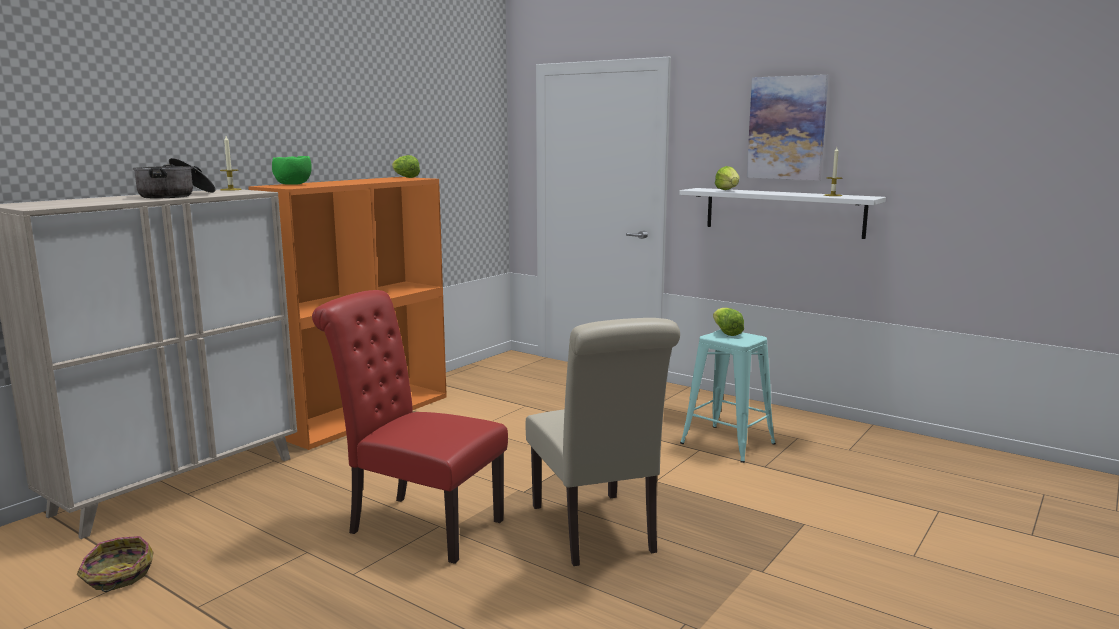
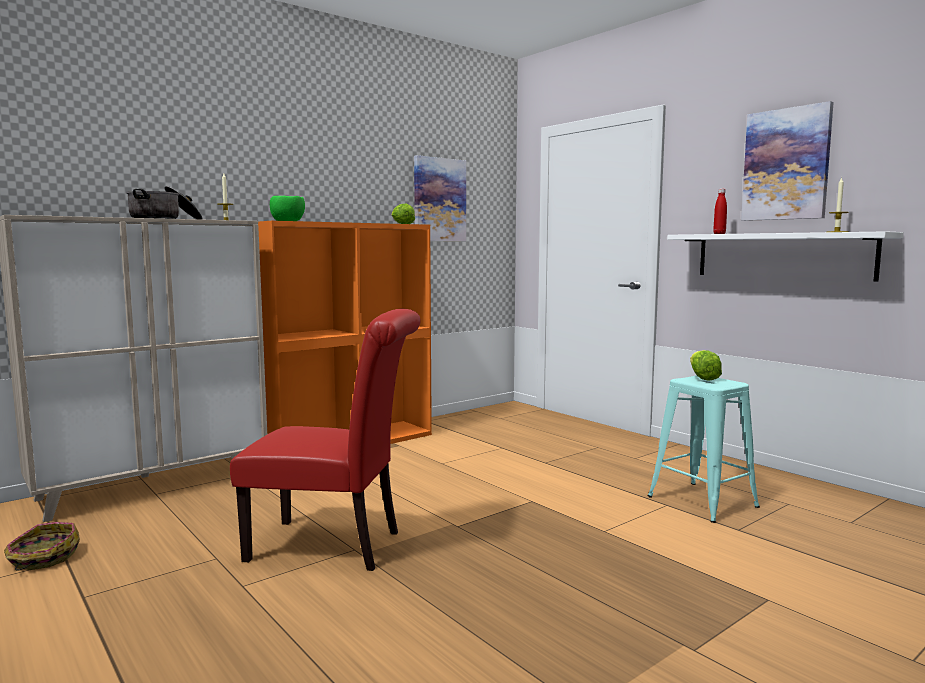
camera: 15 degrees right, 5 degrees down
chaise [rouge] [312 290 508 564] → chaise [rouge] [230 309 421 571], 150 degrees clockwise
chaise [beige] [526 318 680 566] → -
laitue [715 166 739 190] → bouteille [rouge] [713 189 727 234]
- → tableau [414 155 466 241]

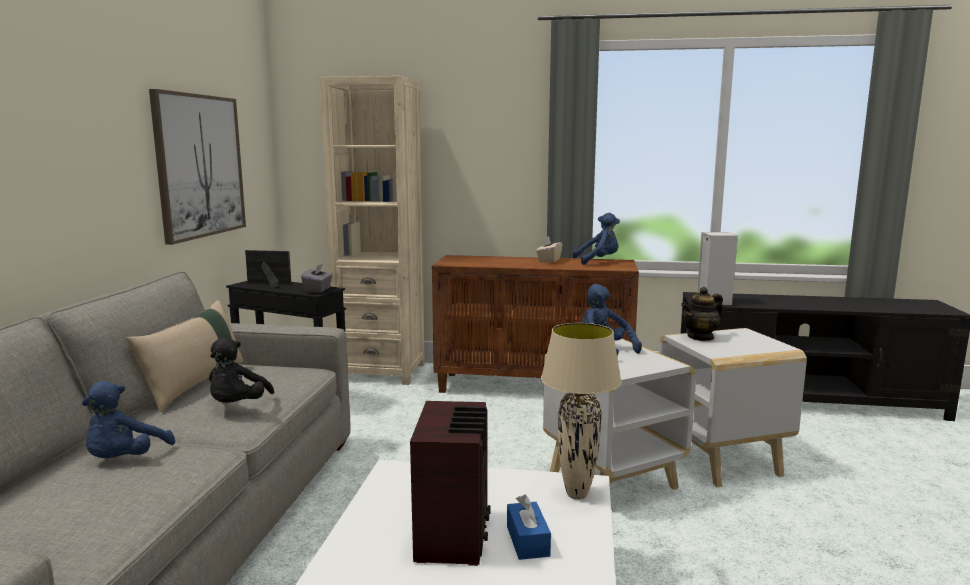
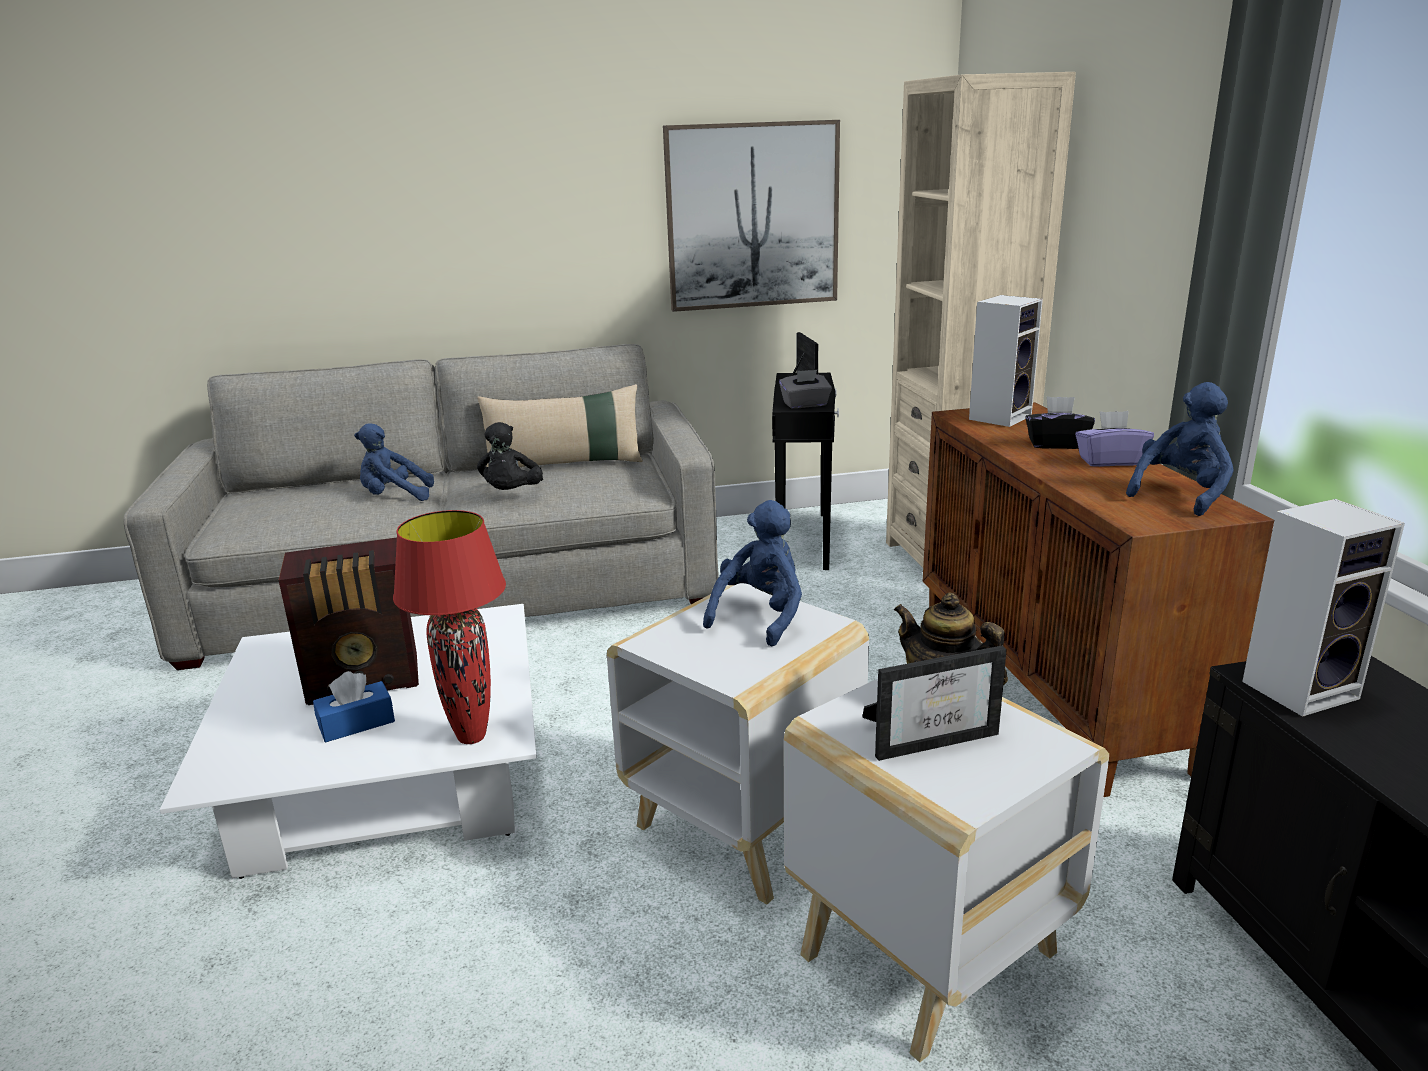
camera: 70 degrees right, 10 degrees up
peluche [noir] [209 338 274 403] → peluche [noir] [477 422 543 490], 75 degrees counterclockwise
boîte à mouchoirs [beige] [536 236 563 263] → boîte à mouchoirs [violet] [1075 411 1154 467]
lampe de table [beige] [541 323 622 499] → lampe de table [rouge] [393 510 506 744]
peluche [bleu] [572 213 620 265] → peluche [bleu] [1126 382 1234 516], 105 degrees counterclockwise
- → cadre photo [862 646 1007 761]
- → enceinte [969 295 1043 427]
- → boîte à mouchoirs [noir] [1025 396 1095 449]

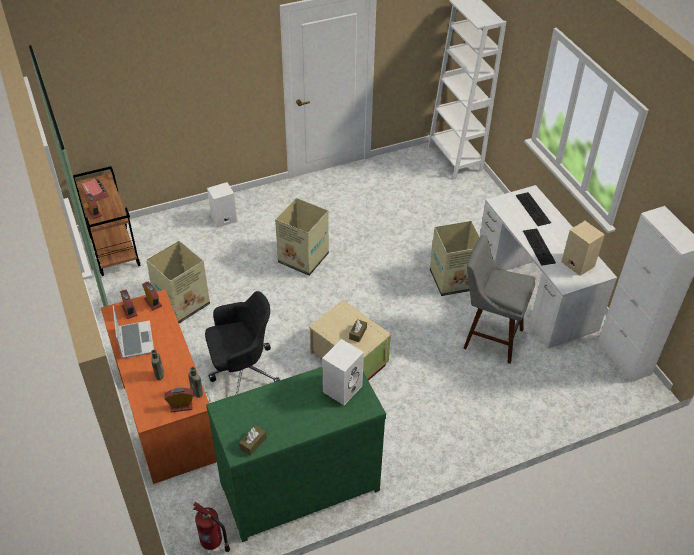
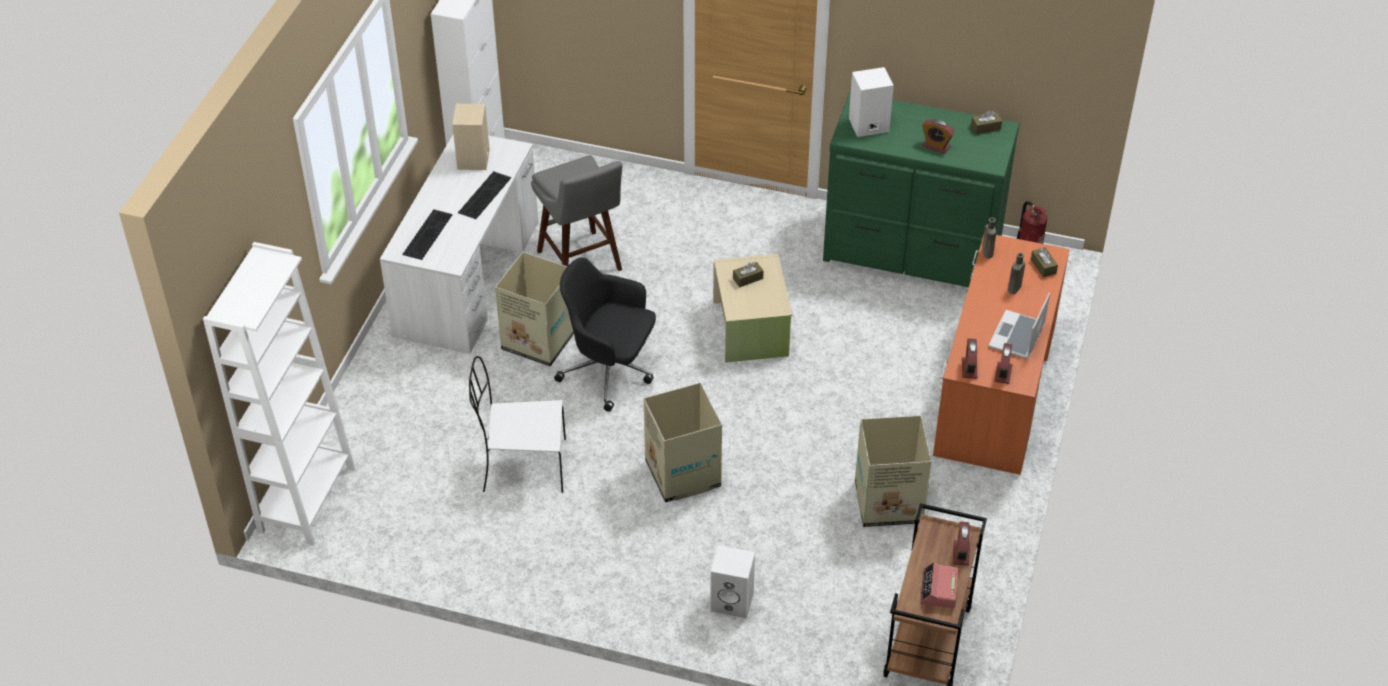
camera: 140 degrees left, 0 degrees up
réveil [164 388 194 412] → réveil [922 119 955 154], move
chaise de bureau [noir] [205 291 280 395] → chaise de bureau [noir] [554 257 656 412], move
- → chaise [blanc] [469 356 566 493]
- → boîte à mouchoirs [marron] [1031 247 1058 277]

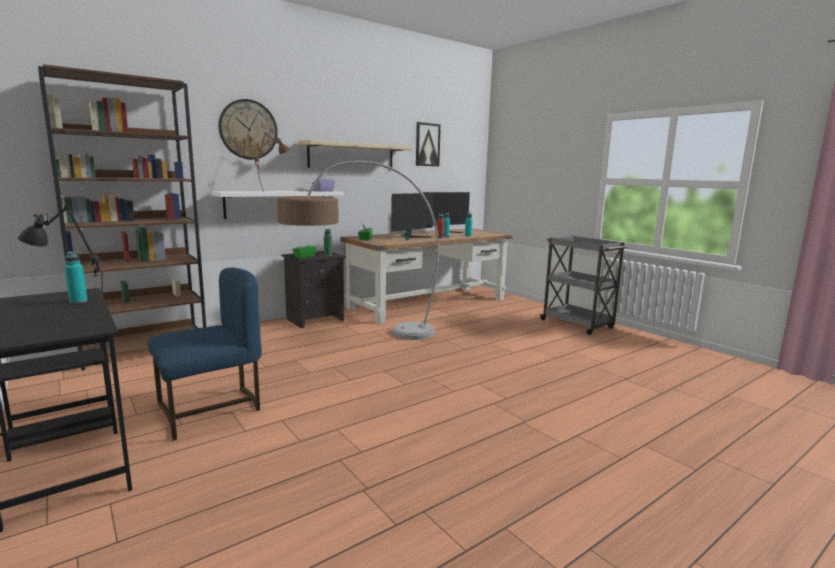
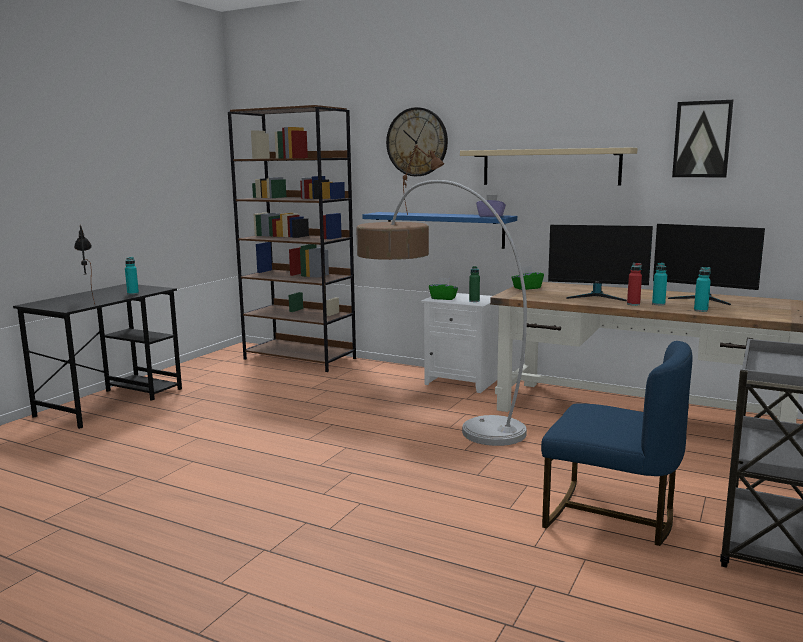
camera: 65 degrees right, 0 degrees up
chaise [bleu] [148 268 262 441] → chaise [bleu] [541 341 693 546], move
étagère [blanc] [211 191 344 219] → étagère [bleu] [362 212 517 249]
table de chevet [noir] [281 251 346 328] → table de chevet [blanc] [421 293 499 393]

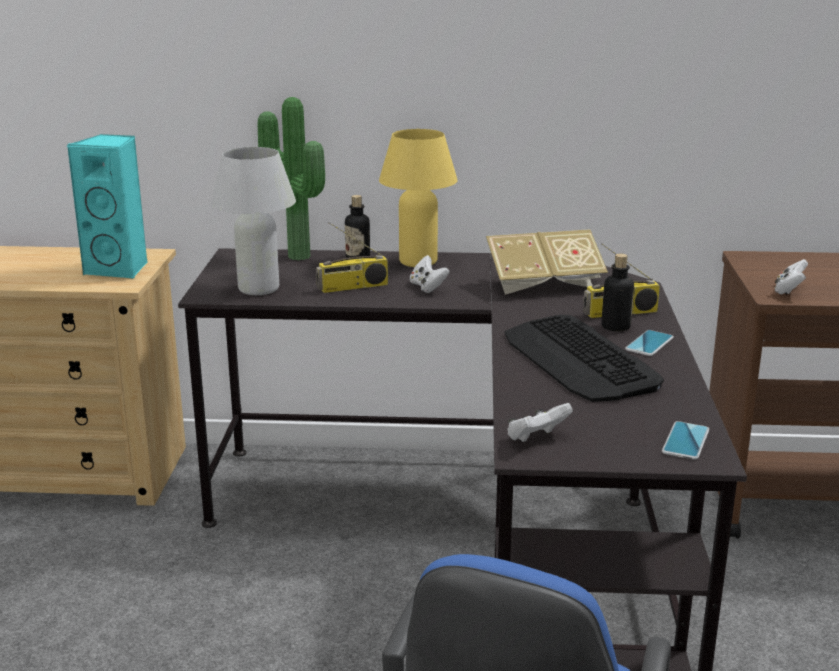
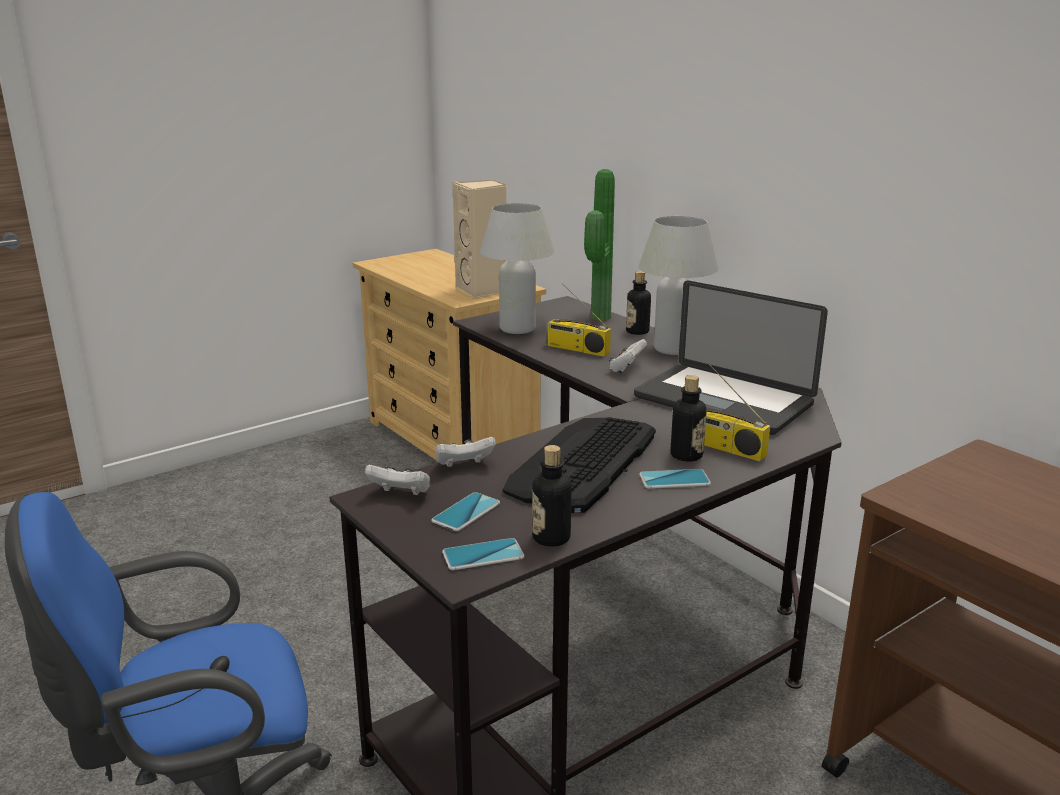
camera: 50 degrees right, 0 degrees up
enceinte [turquoise] [67 134 148 279] → enceinte [beige] [452 180 506 299]
lampe de table [jaune] [379 129 458 267] → lampe de table [blanc] [638 216 718 355]
livre [486 229 608 295] → ordinateur portable [634 281 828 435]
manette [blanc] [775 259 808 295] → manette [blanc] [435 437 496 467], move
- → téléphone [431 492 500 531]
- → bouteille [532 445 572 547]

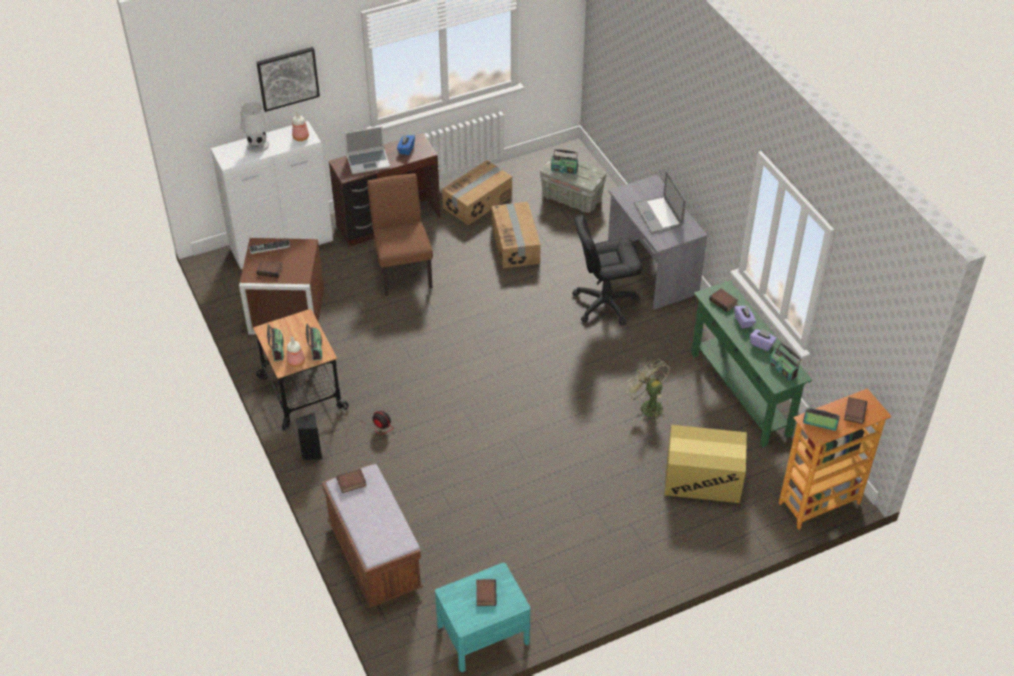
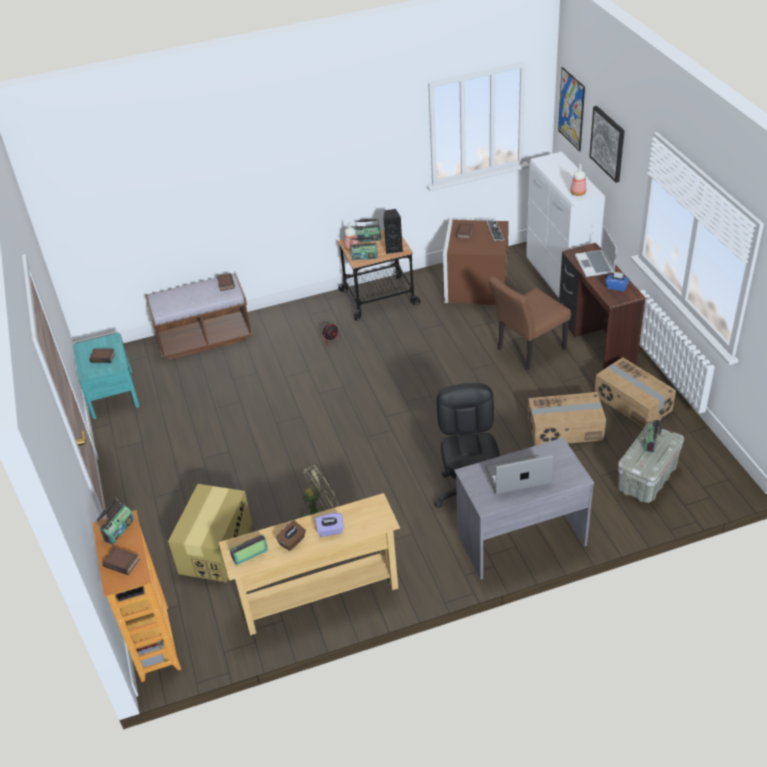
camera: 100 degrees right, 5 degrees down
lampe de table [blanc] [241 102 269 153] → -
enceinte [noir] [296 412 322 460] → enceinte [noir] [383 209 403 254], move
chaise [marron] [367 173 433 296] → chaise [marron] [489 276 571 371], 150 degrees clockwise
table console [vert] [691 280 812 447] → table console [beige] [219 493 400 635]
livre [709 289 738 312] → -
boîte à mouchoirs [violet] [750 328 777 351] → boîte à mouchoirs [marron] [276 521 306 551]
- → tableau [558 67 585 152]

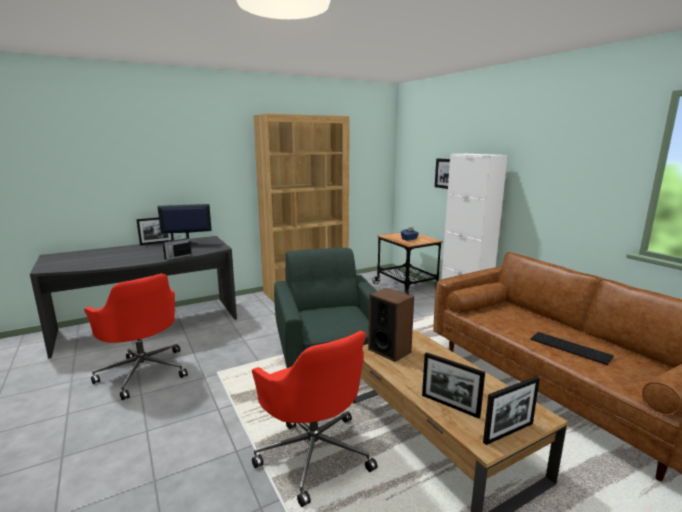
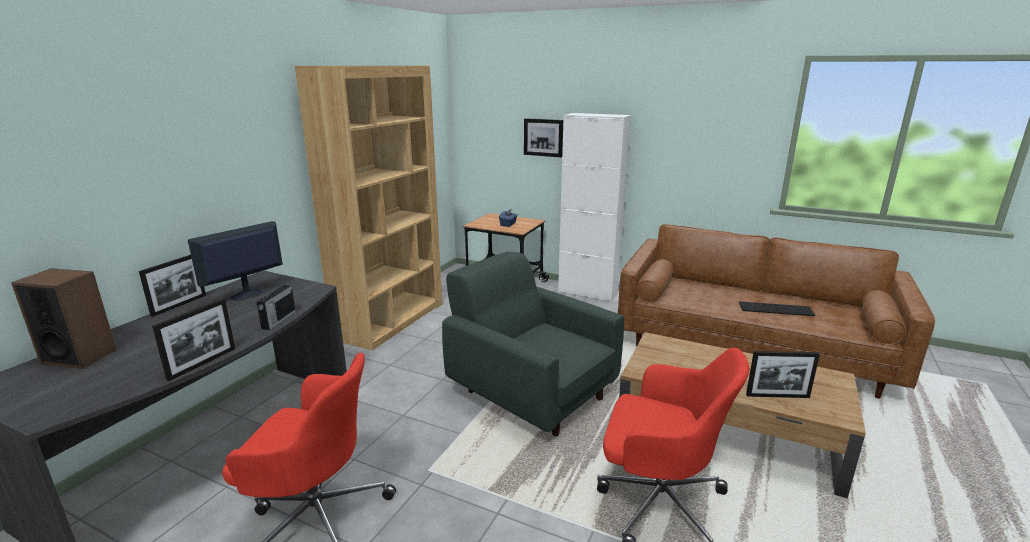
camera: 35 degrees left, 5 degrees up
enceinte [368 288 414 362] → enceinte [11 268 117 369], move
cadre photo [483 376 540 445] → cadre photo [152 298 235 381], move

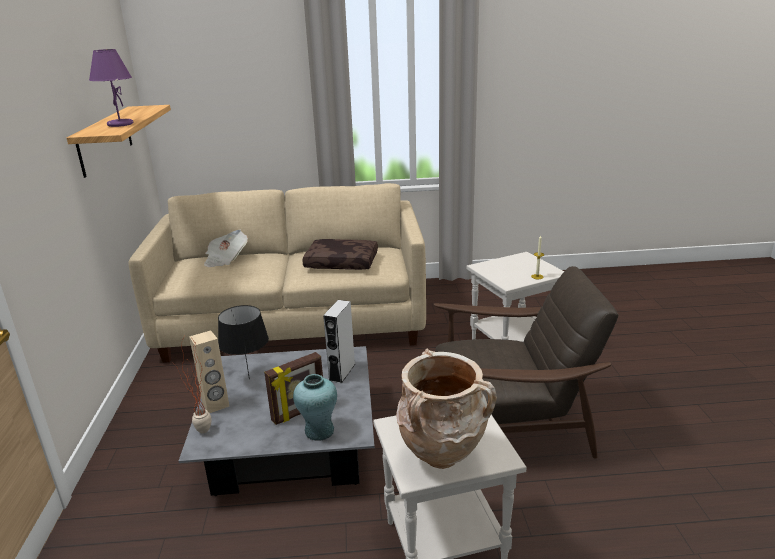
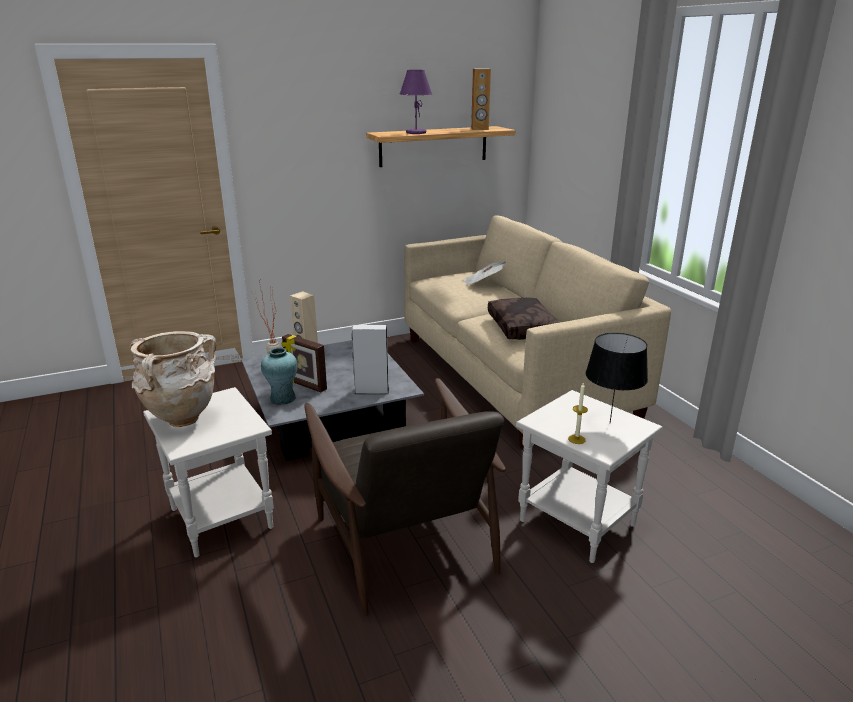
camera: 70 degrees right, 0 degrees up
lampe de table [noir] [218 305 269 379] → lampe de table [noir] [586 333 648 423], move
- → enceinte [marron] [471 69 491 130]

